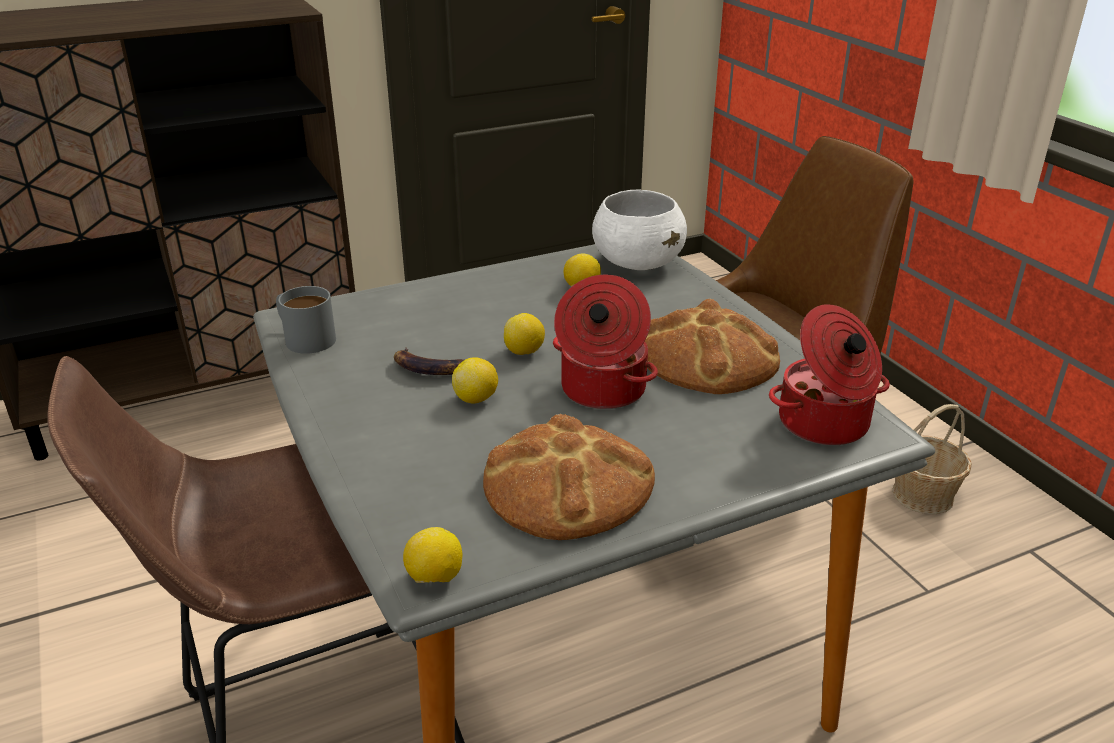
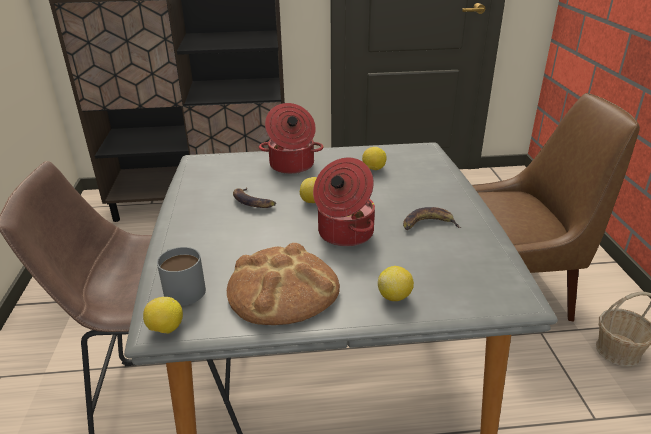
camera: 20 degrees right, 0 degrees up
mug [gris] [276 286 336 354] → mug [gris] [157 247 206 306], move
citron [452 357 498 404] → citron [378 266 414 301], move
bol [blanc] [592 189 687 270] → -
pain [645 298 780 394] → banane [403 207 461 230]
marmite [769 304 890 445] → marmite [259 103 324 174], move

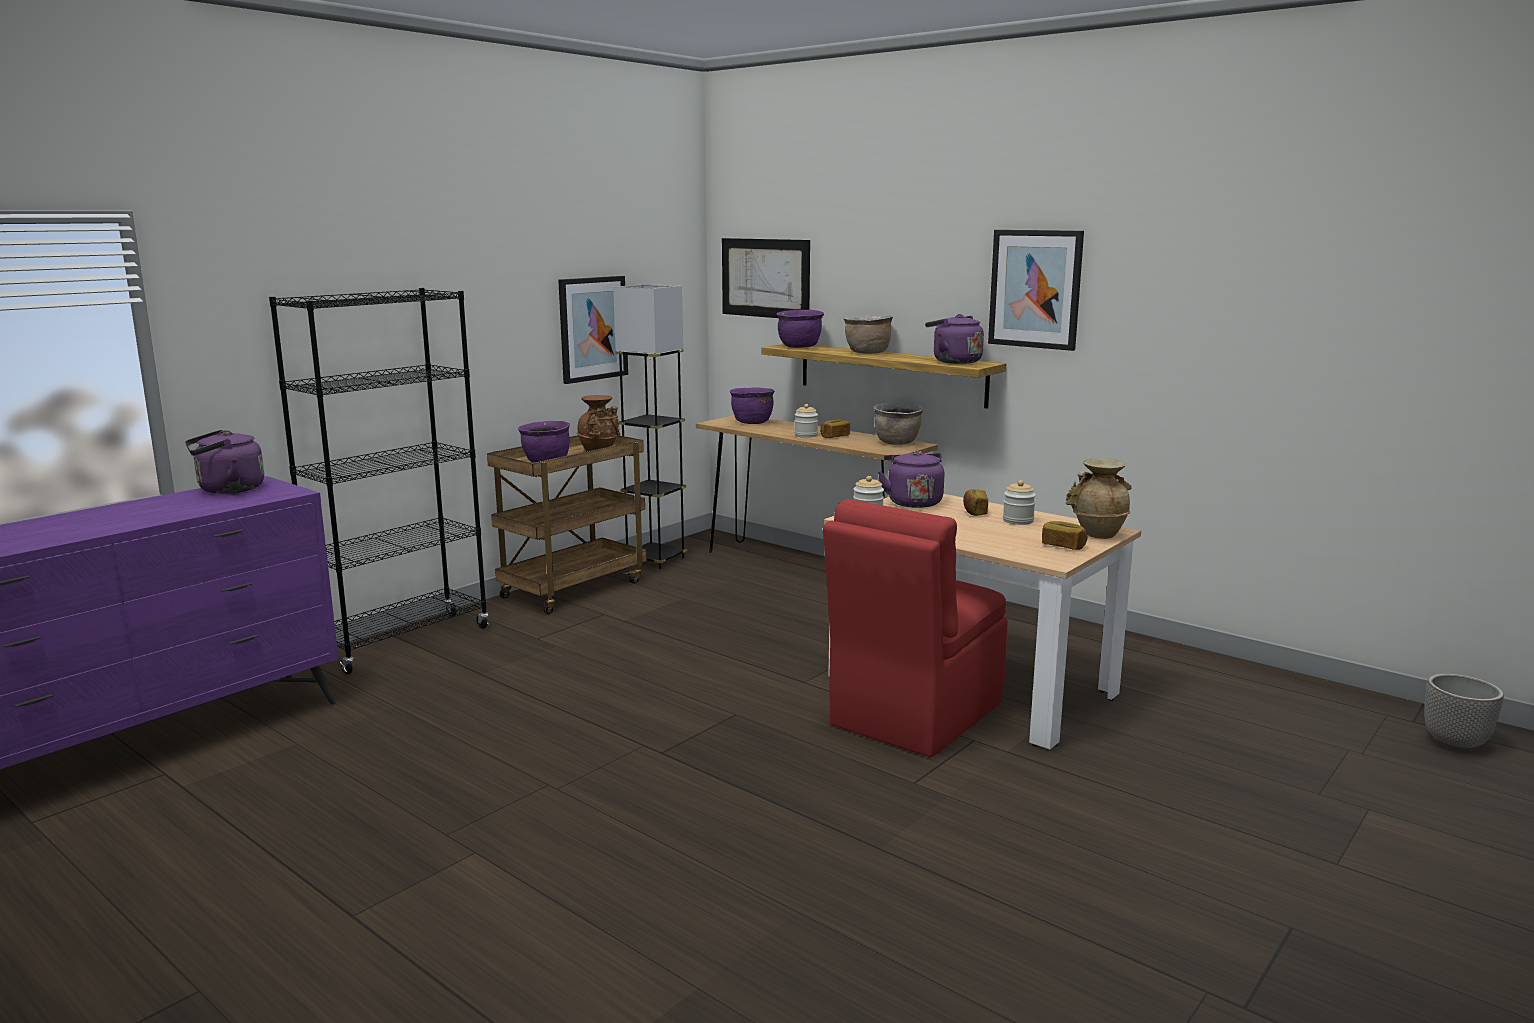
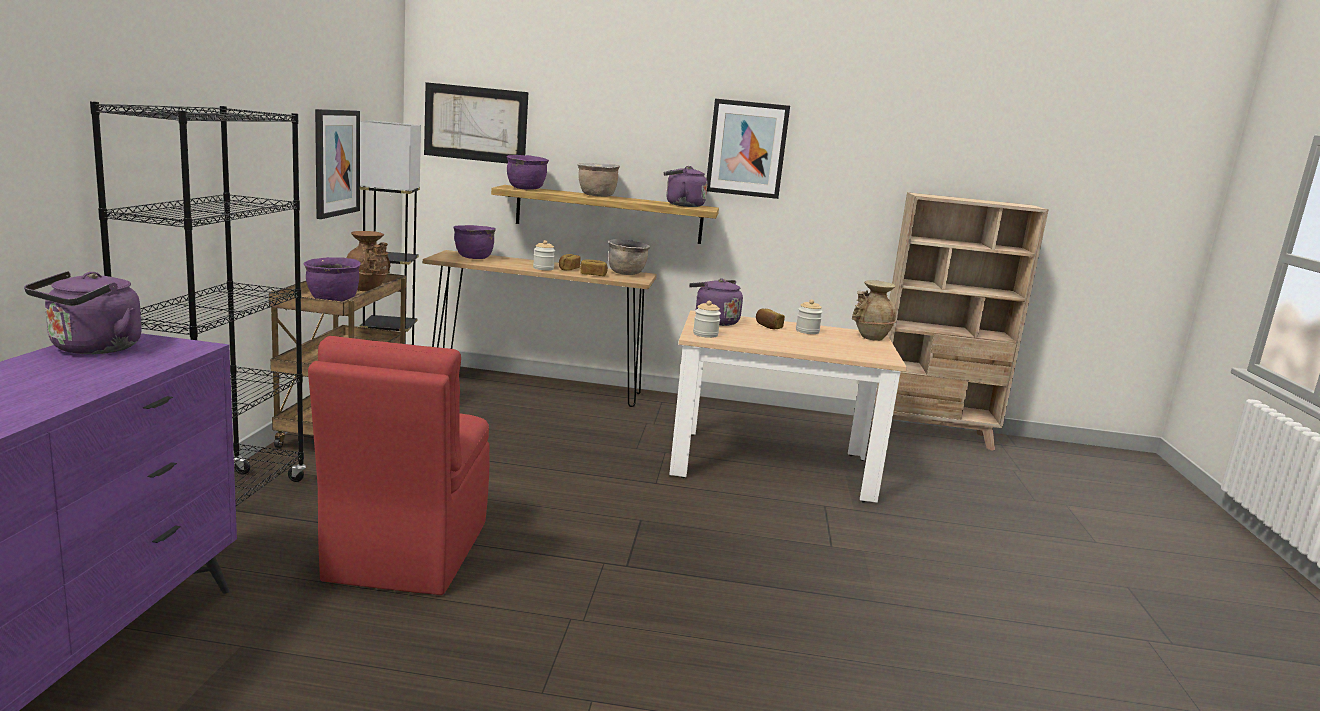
camera: 35 degrees left, 0 degrees up
chaise [rouge] [823 499 1007 757] → chaise [rouge] [308 336 489 595], move
pain [1042 521 1087 550] → pain [580 260 608 276], move
cache-pot [1424 674 1504 751] → -
- → bibliothèque [beige] [871 192 1048 451]

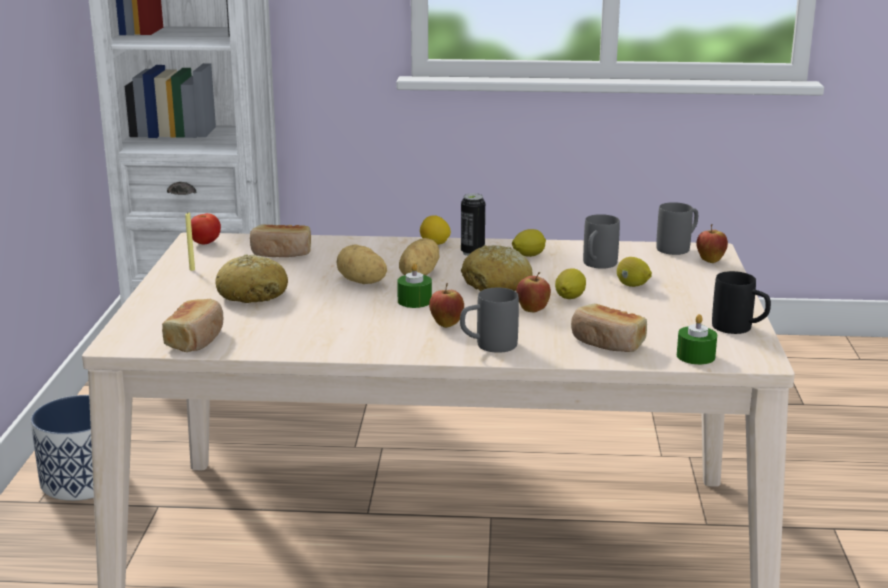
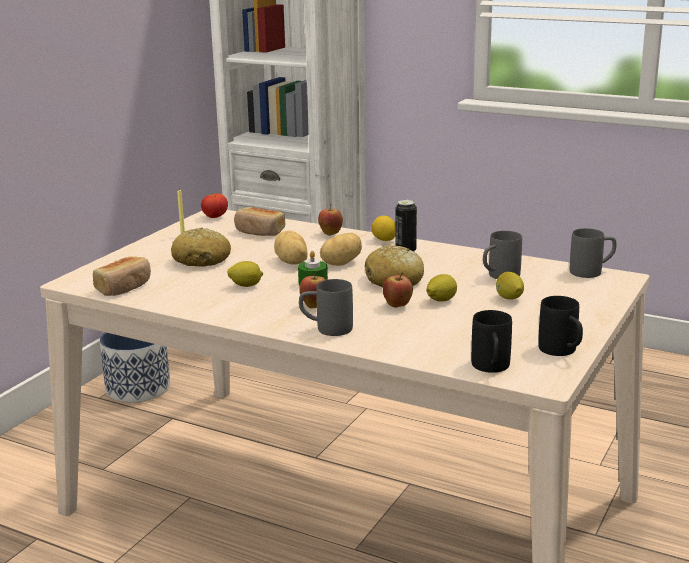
camera: 25 degrees right, 0 degrees up
citron [512 229 546 257] → citron [227 261 263 287], move
pain [571 304 647 352] → -
bougie [vert] [677 314 717 365] → mug [noir] [471 310 512 373]
pomme [696 224 728 263] → pomme [318 204 343 236], move

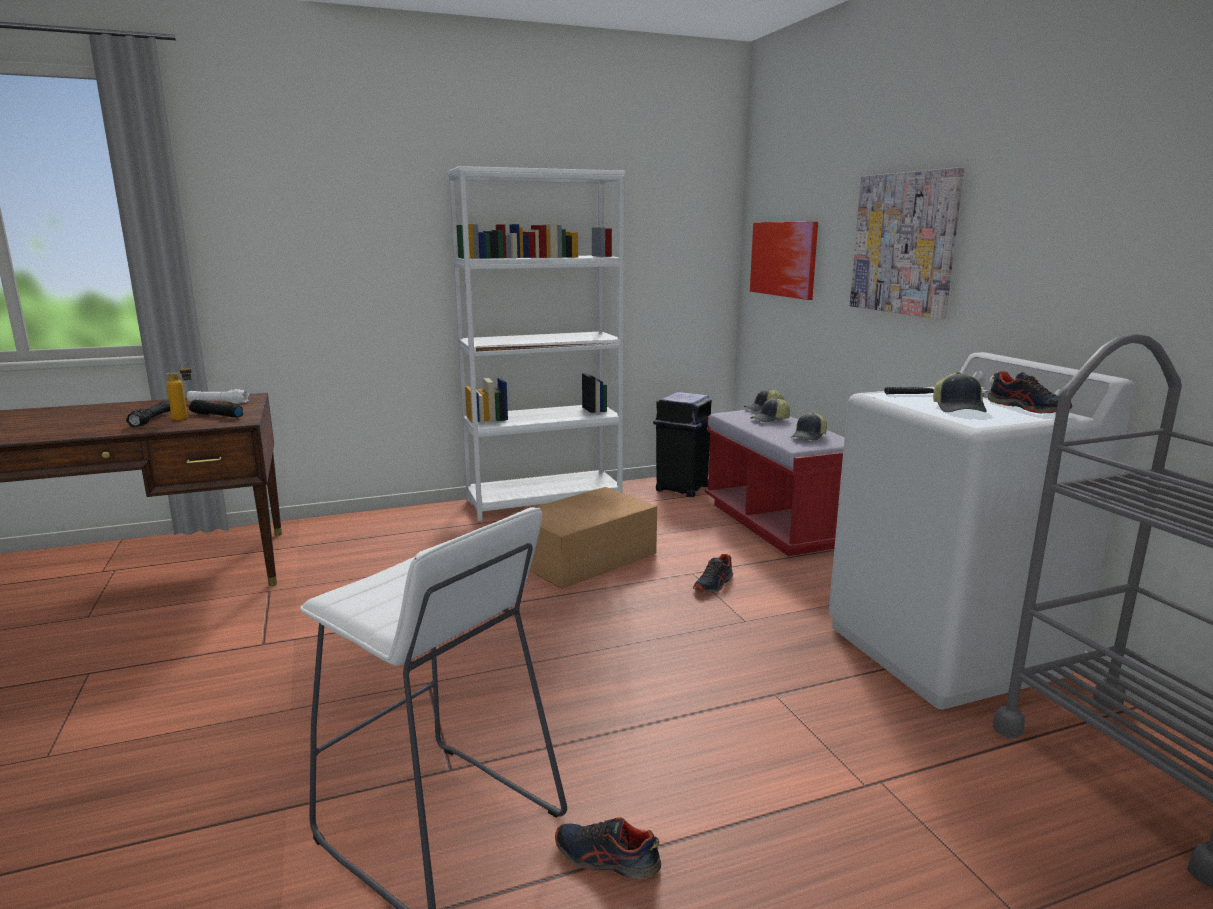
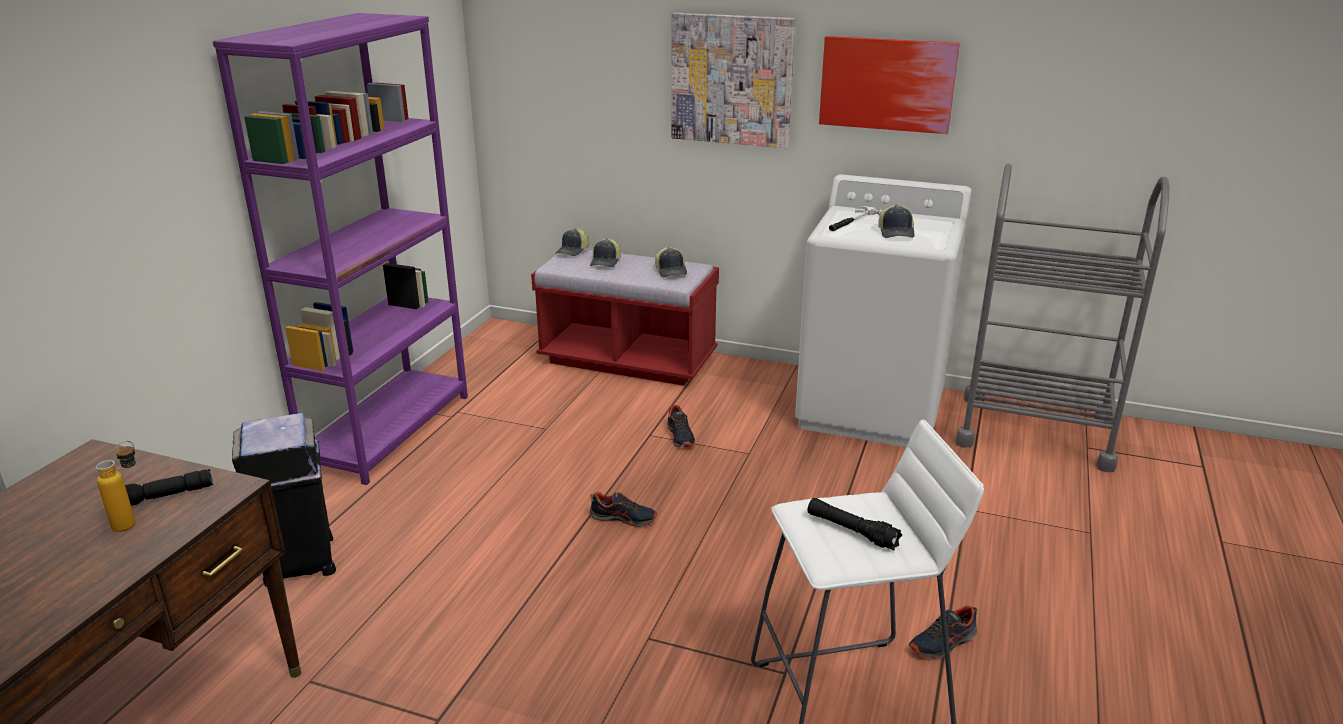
camera: 50 degrees left, 10 degrees up
lampe de poche [noir] [126 401 170 427] → lampe de poche [noir] [808 498 902 550], move
lampe de poche [blanc] [187 389 250 404] → -
bibliothèque [blanc] [448 166 626 521] → bibliothèque [violet] [213 13 468 485]
carton [511 487 657 589] → -
poubelle [noir] [653 392 712 497] → poubelle [noir] [232 413 336 587], move
tableau [750 222 818 300] → tableau [819 36 960 134], move
casquette [933 372 987 412] → casquette [878 204 914 238], 45 degrees clockwise
chaussure [988 371 1072 414] → chaussure [590 492 657 527], move

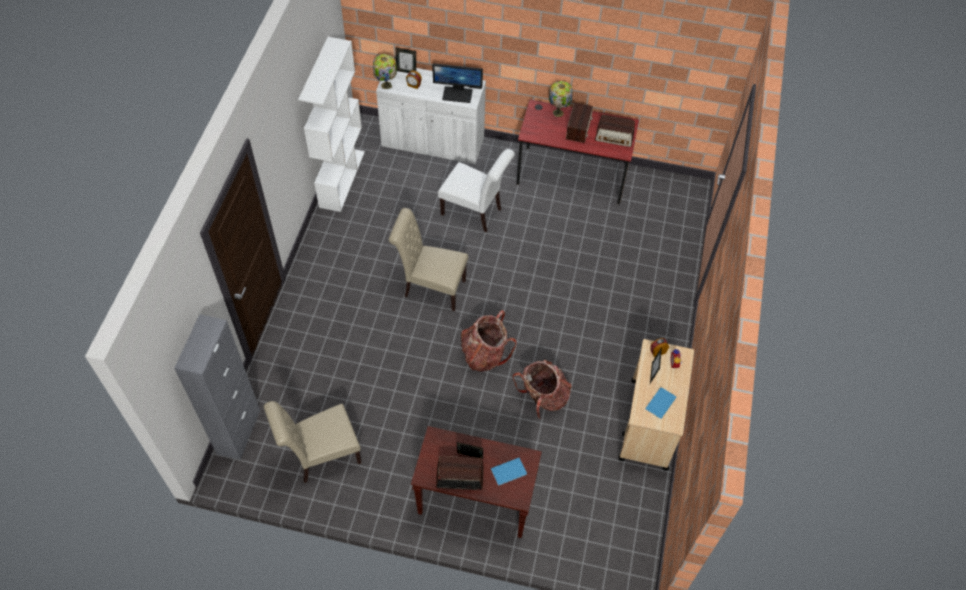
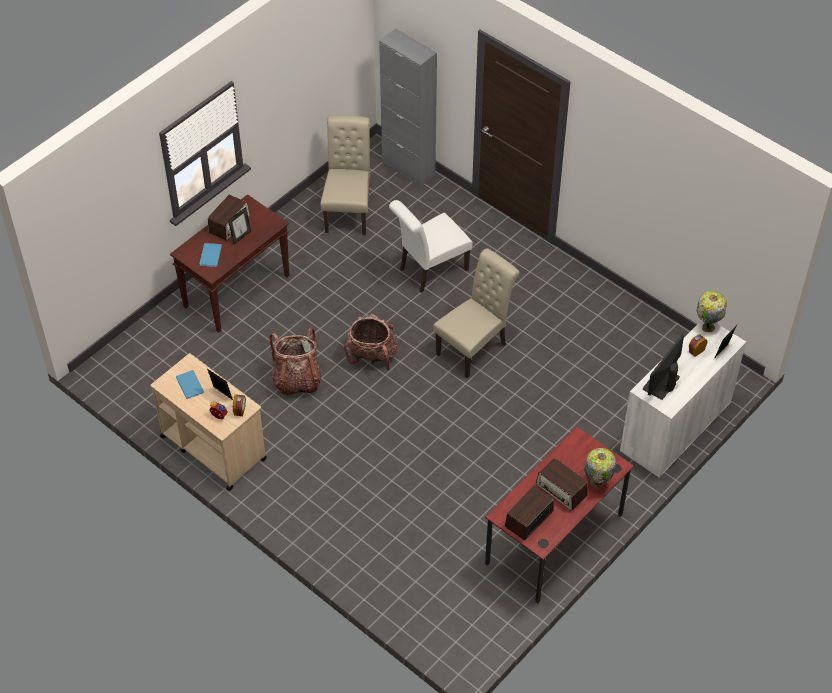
camera: 120 degrees right, 5 degrees down
bibliothèque [blanc] [298 37 365 212] → -
chaise [blanc] [438 149 515 232] → chaise [blanc] [389 200 473 293], move

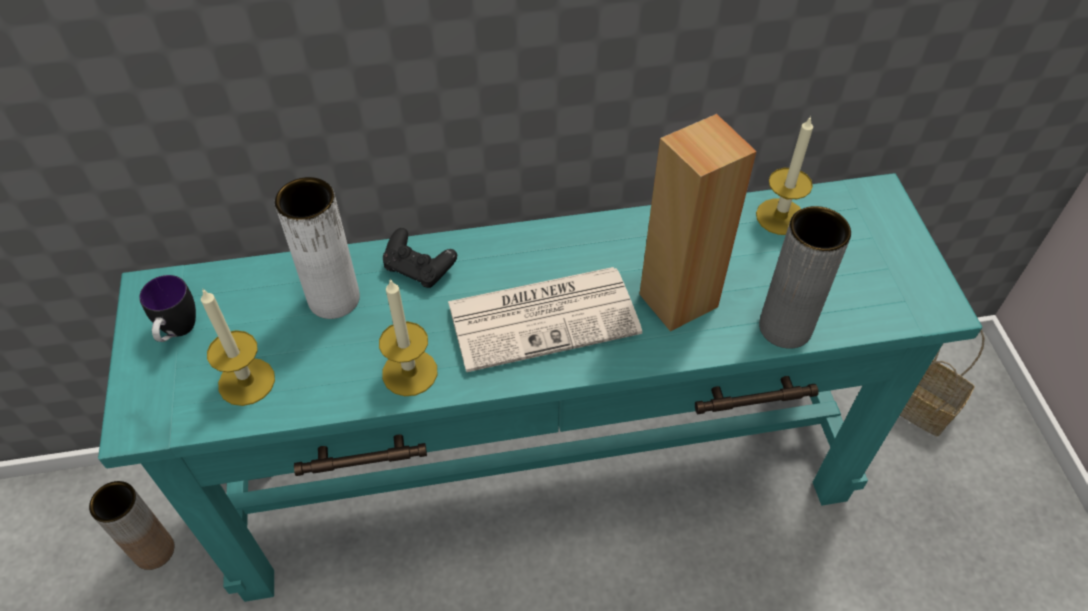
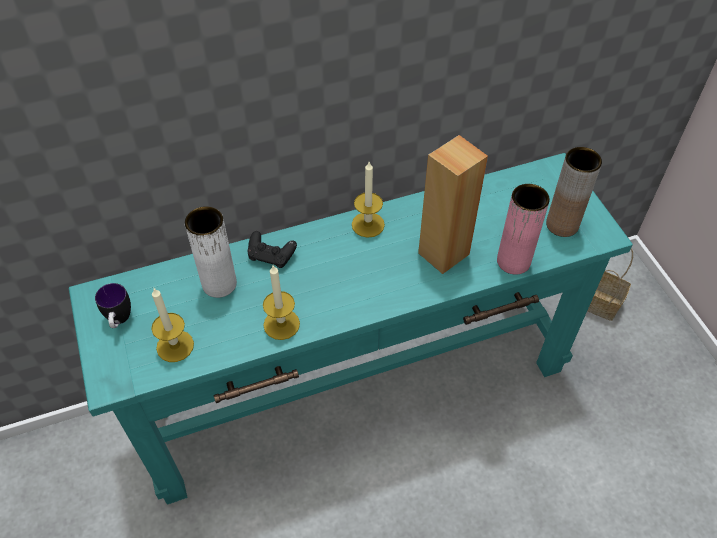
camera: 10 degrees left, 0 degrees up
vase [marron] [89 481 174 570] → vase [marron] [546 147 602 237], move
journal [448 267 642 372] → -
bougie [756 115 813 235] → bougie [352 162 385 238], move
vase [gris] [759 206 851 349] → vase [rose] [497 184 550 275]

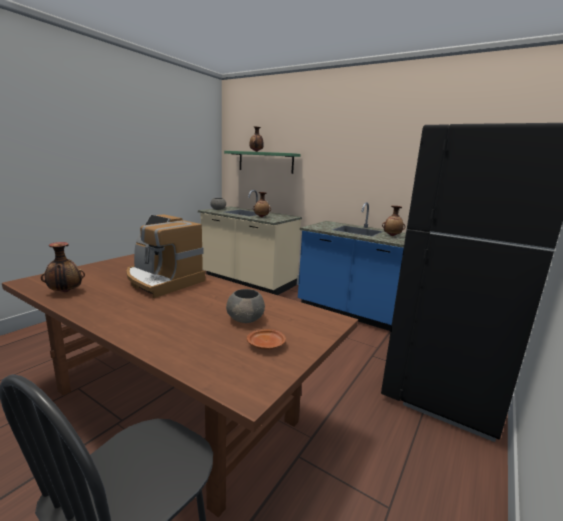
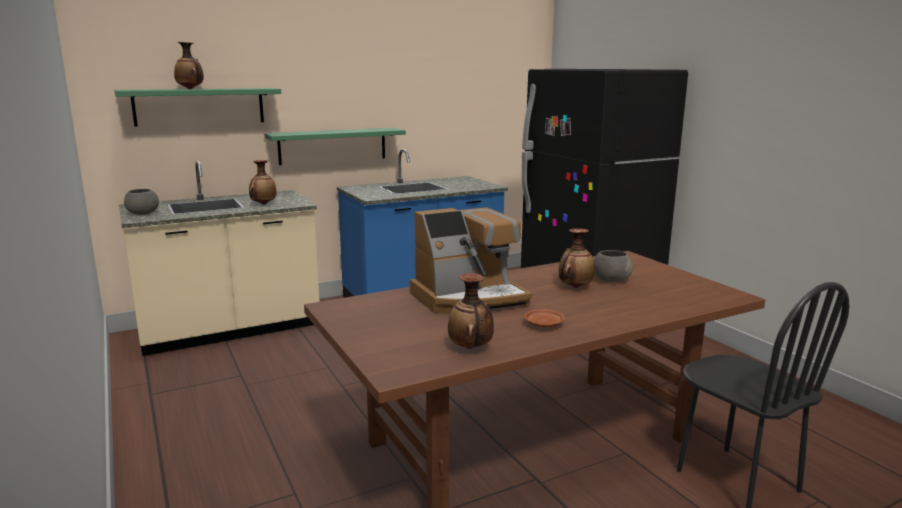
camera: 60 degrees left, 0 degrees up
assiette [marron] [247 329 286 350] → assiette [marron] [524 309 565 328], move
vase [382 206 406 236] → vase [559 228 595 288], move
- → étagère [vert] [264 128 406 165]

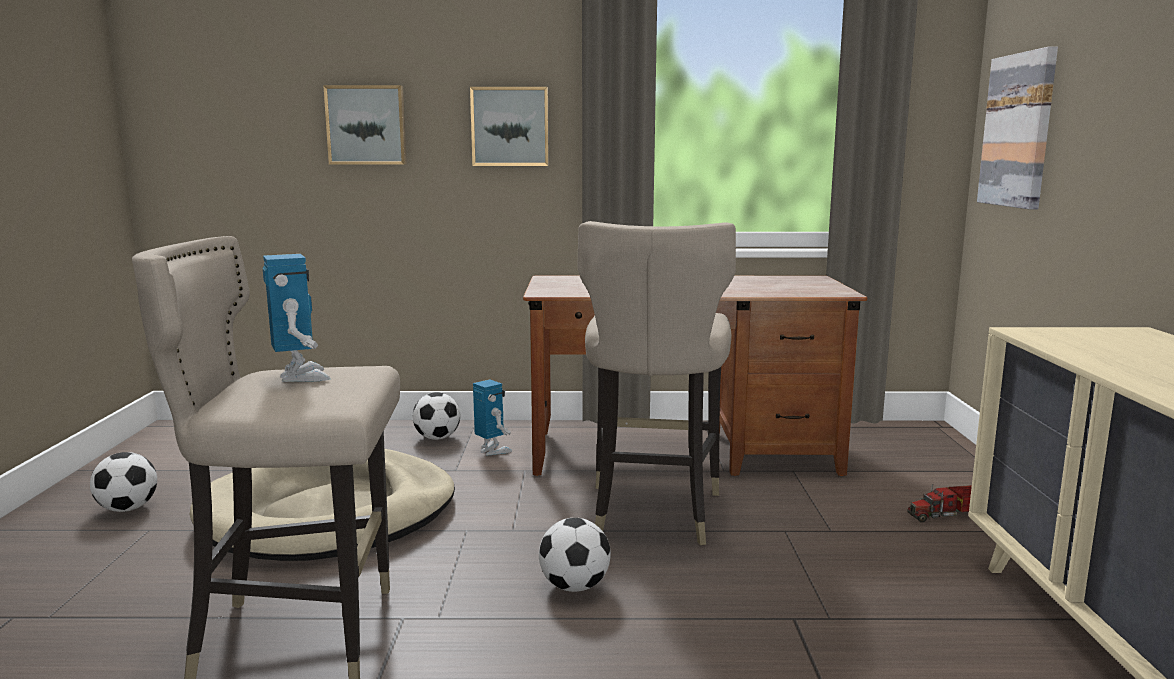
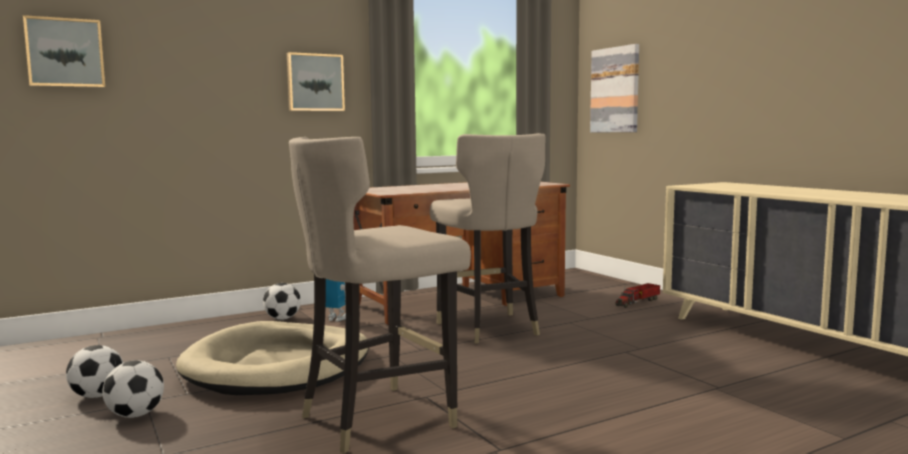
camera: 30 degrees left, 5 degrees down
robot jouet [263 254 331 382] → -
tableau [323 85 407 165] → tableau [23 15 105 88], move
ballon de foot [539 518 611 592] → ballon de foot [103 360 164 418], move

